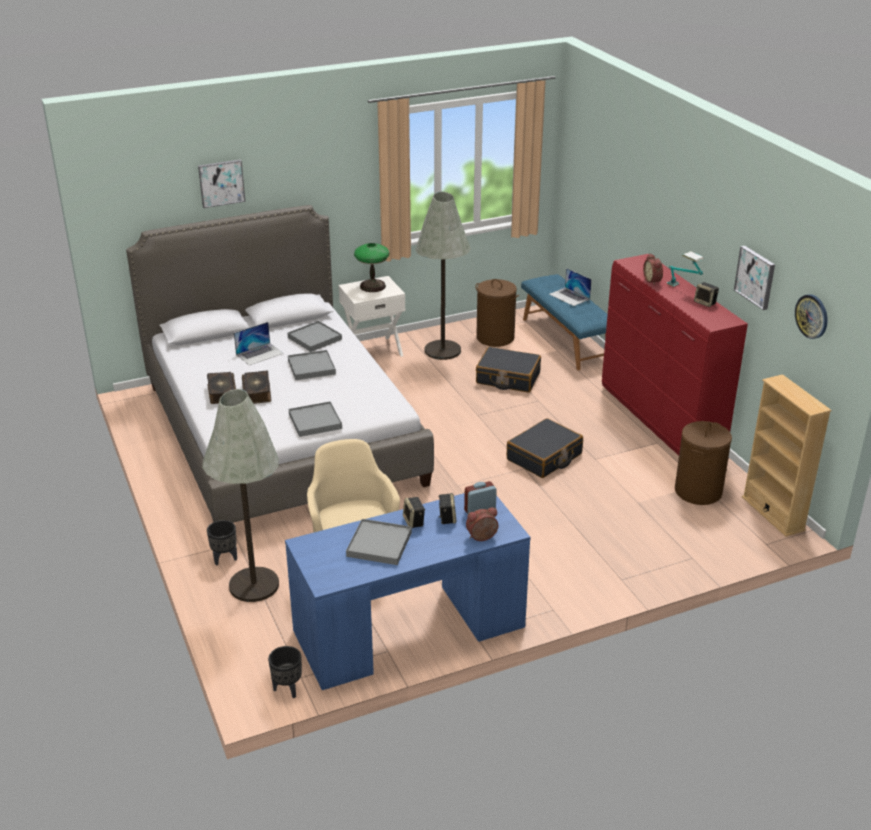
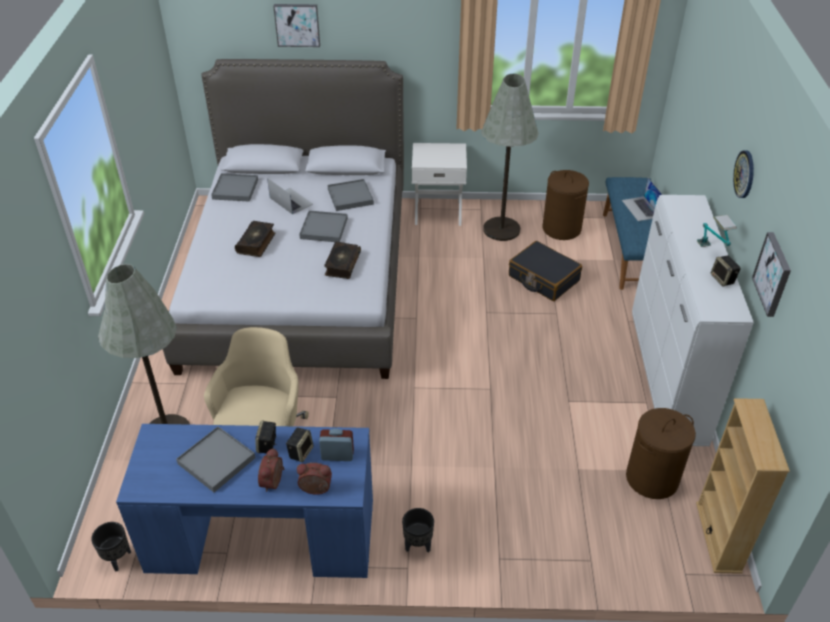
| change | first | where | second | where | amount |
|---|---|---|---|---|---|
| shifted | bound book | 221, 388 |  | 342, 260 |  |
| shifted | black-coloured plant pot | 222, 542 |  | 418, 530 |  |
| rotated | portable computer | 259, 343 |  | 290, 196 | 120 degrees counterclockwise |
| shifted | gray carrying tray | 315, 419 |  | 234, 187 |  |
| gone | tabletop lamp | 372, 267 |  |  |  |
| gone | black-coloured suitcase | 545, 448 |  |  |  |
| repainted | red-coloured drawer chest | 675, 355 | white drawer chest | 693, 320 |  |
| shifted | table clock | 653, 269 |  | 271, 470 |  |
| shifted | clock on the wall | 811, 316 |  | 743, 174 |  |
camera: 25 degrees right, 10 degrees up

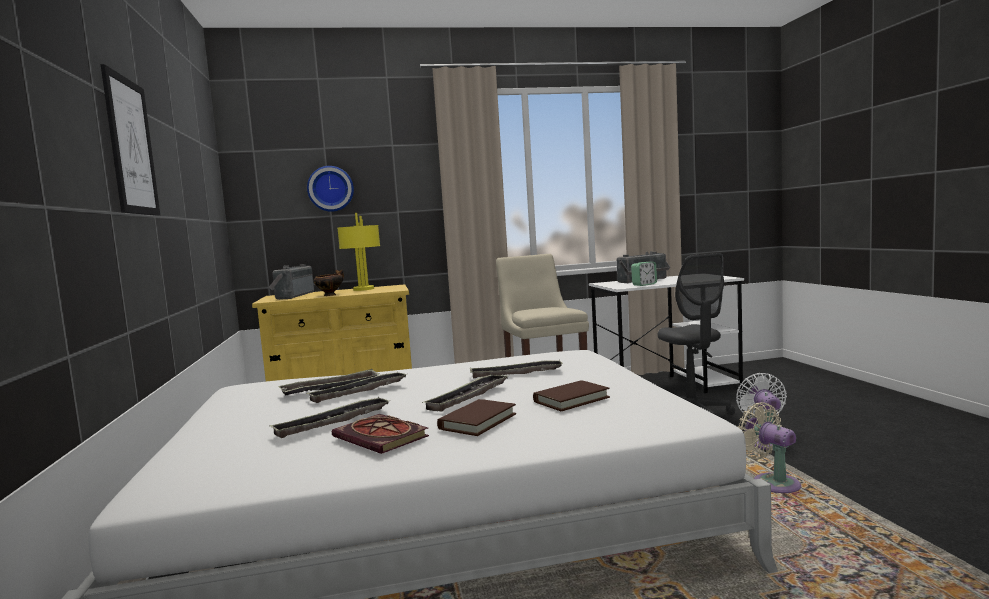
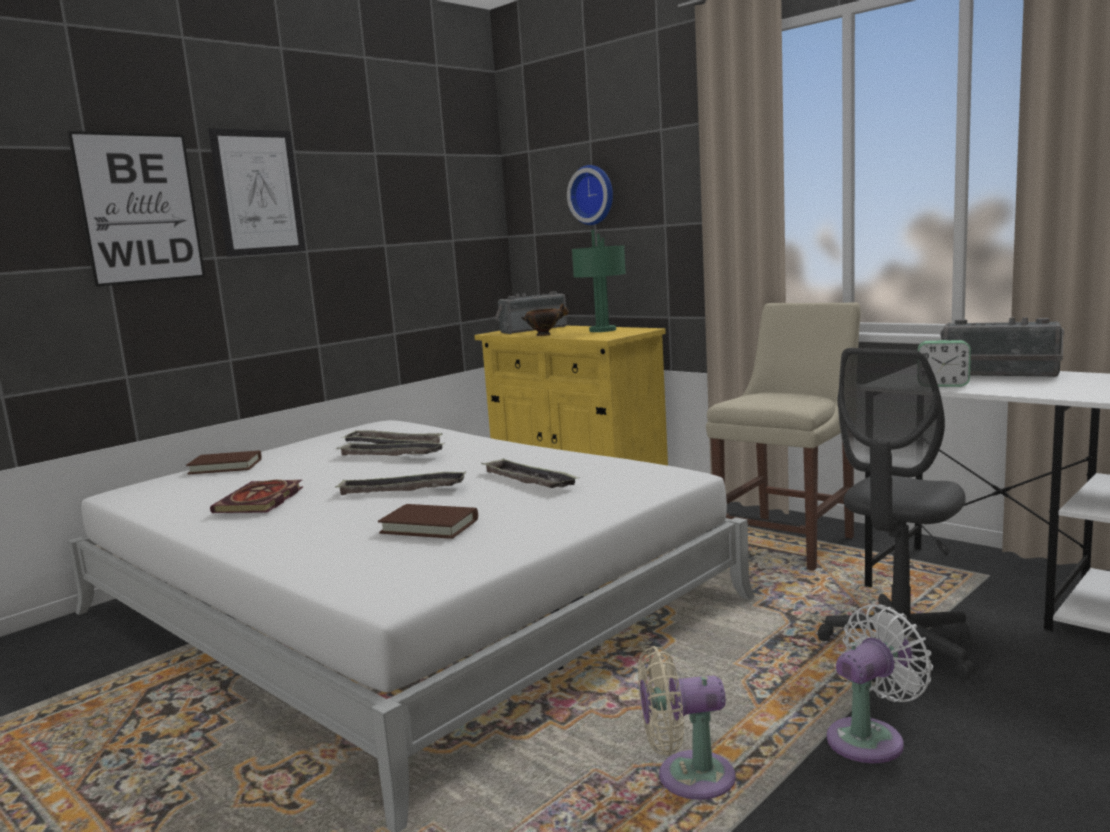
| change | first | where | second | where | amount |
|---|---|---|---|---|---|
| gone | carrying tray | 330, 417 |  |  |  |
| repainted | yellowish tabletop lamp | 359, 252 | green tabletop lamp | 599, 281 |  |
| shifted | brownish bound book | 476, 417 |  | 224, 462 |  |
| rotated | sand-coloured fan | 769, 447 |  | 687, 723 | 120 degrees counterclockwise |
| new |  |  | picture | 136, 209 |  |
camera: 55 degrees right, 5 degrees up

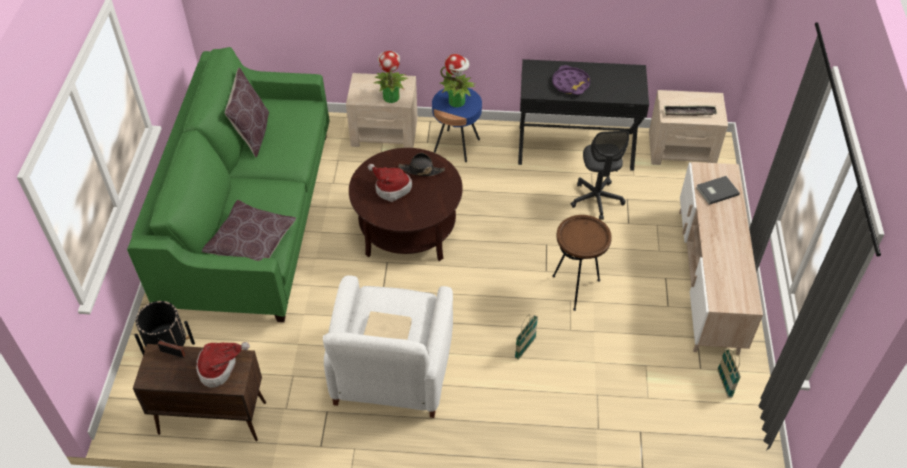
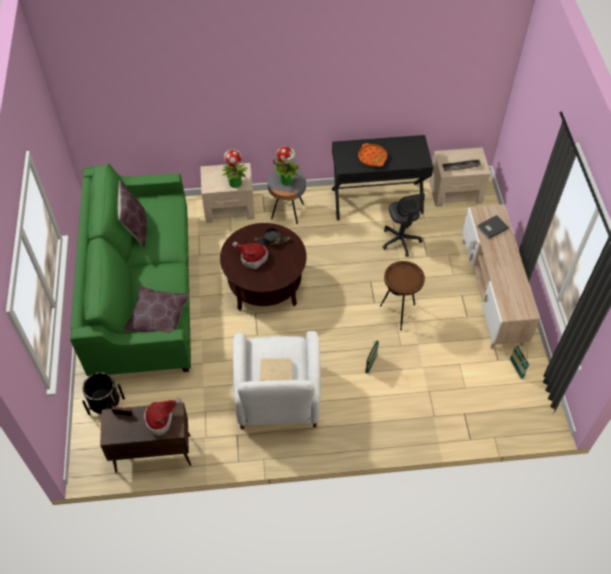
| change | first | where | second | where | amount |
|---|---|---|---|---|---|
| repainted | blue accent table | 457, 125 | gray accent table | 287, 196 |  |
| repainted | purple-coloured carrying tray | 571, 80 | orangey carrying tray | 372, 155 |  |
camera: 10 degrees left, 5 degrees up

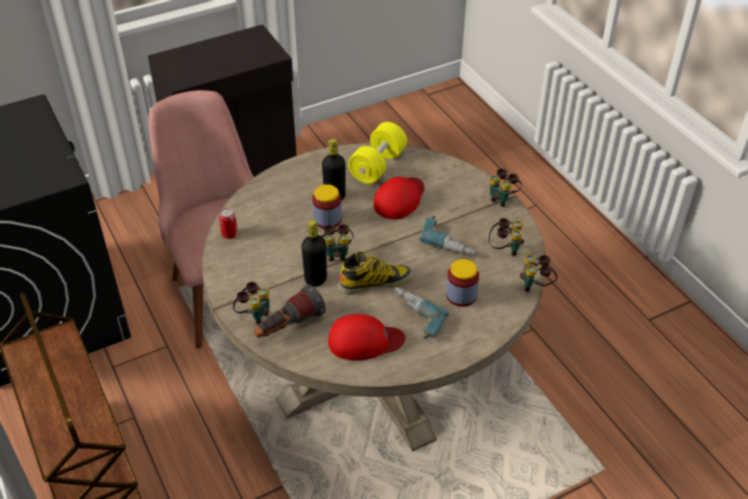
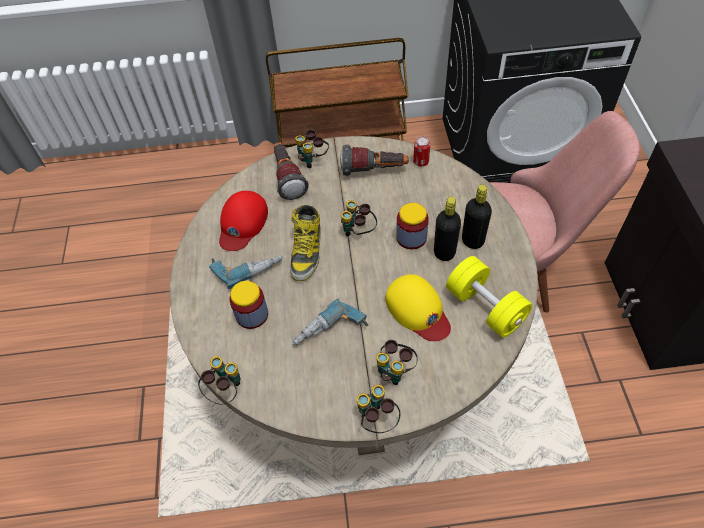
| change | first | where | second | where | amount |
|---|---|---|---|---|---|
| shifted | black-coloured drink bottle | 314, 253 |  | 477, 217 |  |
| repainted | red-coloured peaked cap | 399, 198 | yellowish peaked cap | 418, 307 |  |
| shifted | pair of binoculars | 506, 237 |  | 397, 362 |  |
| new |  |  | flashlight | 374, 160 |  |
camera: 115 degrees right, 10 degrees up

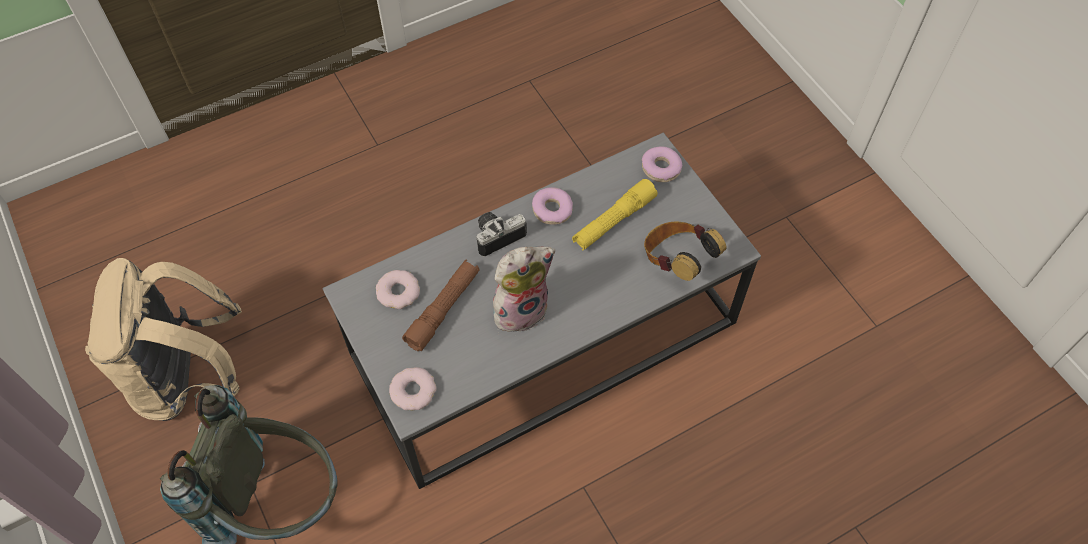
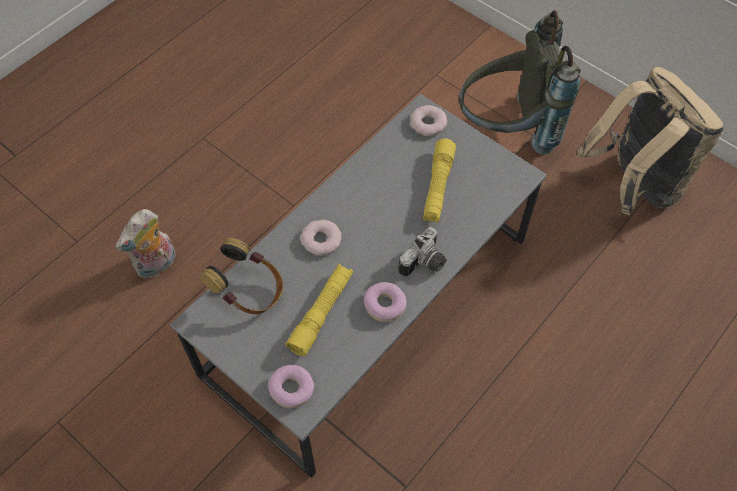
| change | first | where | second | where | amount |
|---|---|---|---|---|---|
| shifted | ring doughnut | 398, 289 |  | 321, 237 |  |
| repainted | brownish flashlight | 441, 305 | yellowish flashlight | 439, 180 |  |
| shifted | soft toy | 524, 289 |  | 145, 244 |  |
camera: 160 degrees right, 0 degrees up

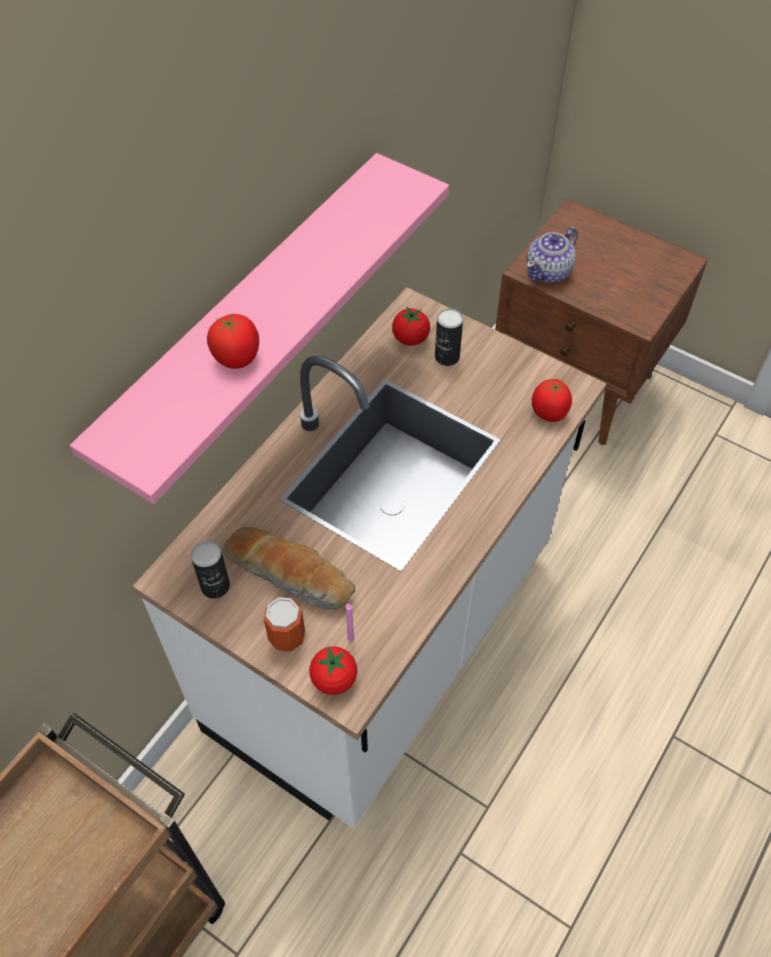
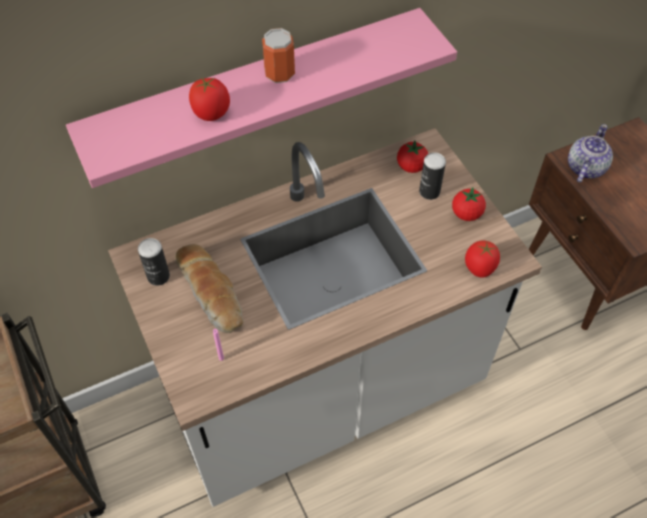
| change | first | where | second | where | amount |
|---|---|---|---|---|---|
| shifted | can | 284, 624 |  | 278, 55 |  |
| shifted | fresh tomato | 333, 670 |  | 469, 204 |  |
| rotated | tea pot | 552, 255 |  | 590, 153 | 135 degrees clockwise |
camera: 30 degrees right, 0 degrees up

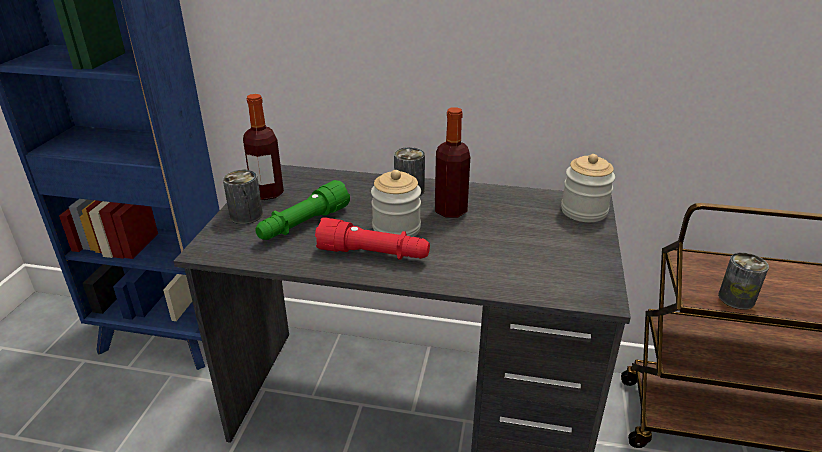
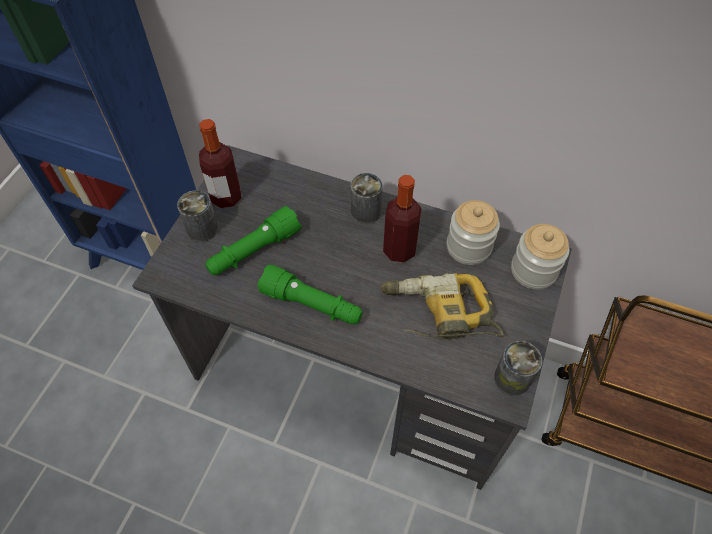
| change | first | where | second | where | amount |
|---|---|---|---|---|---|
| repainted | red-coloured flashlight | 372, 239 | green flashlight | 310, 294 |  |
| shifted | storage jar | 396, 203 |  | 473, 232 |  |
| shifted | can | 743, 281 |  | 518, 368 |  |
| new |  |  | drill | 442, 306 |  |
camera: 10 degrees right, 25 degrees up

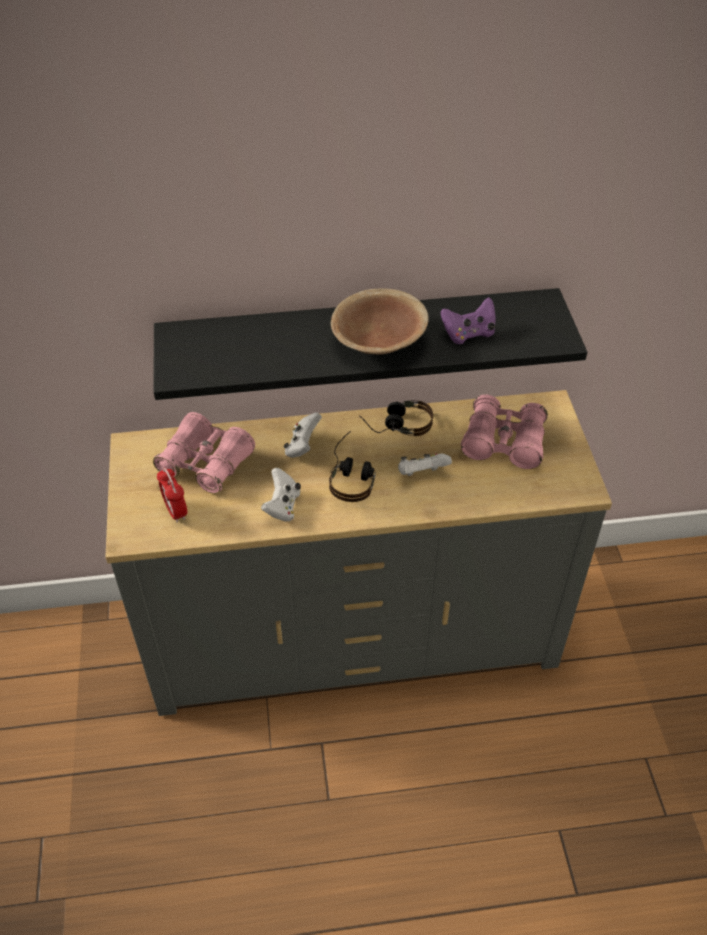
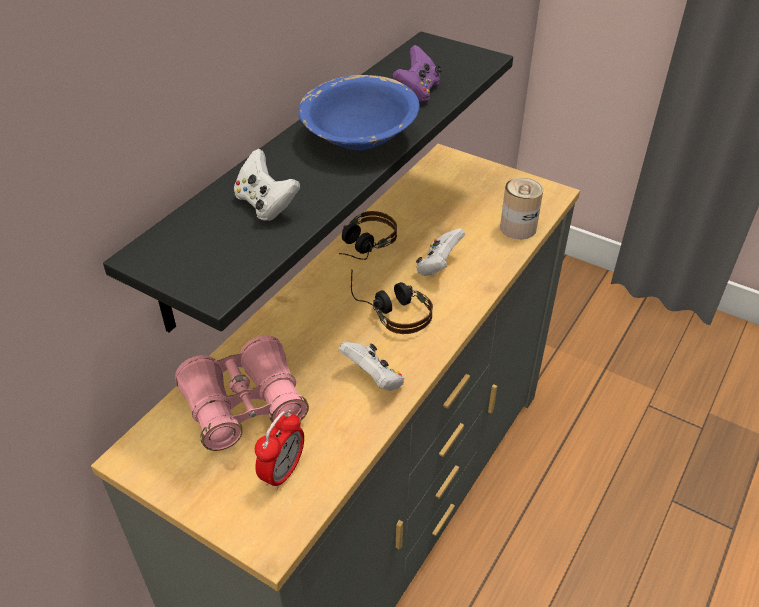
| change | first | where | second | where | amount |
|---|---|---|---|---|---|
| rotated | table clock | 172, 495 |  | 279, 450 | 75 degrees counterclockwise |
| shifted | white game controller | 302, 435 |  | 267, 185 |  |
| repainted | brownish serving bowl | 380, 321 | blue serving bowl | 359, 112 |  |
| gone | pink-coloured pair of binoculars | 504, 432 |  |  |  |
| new |  |  | can | 521, 208 |  |
camera: 50 degrees left, 5 degrees down

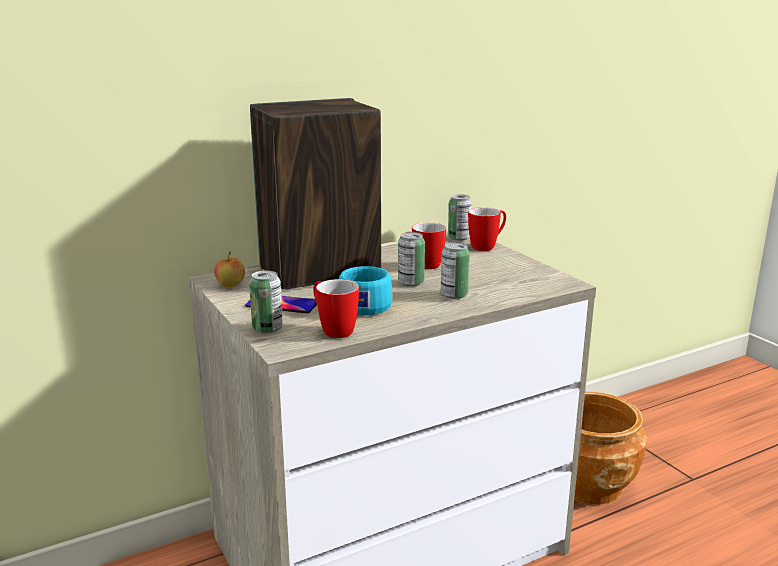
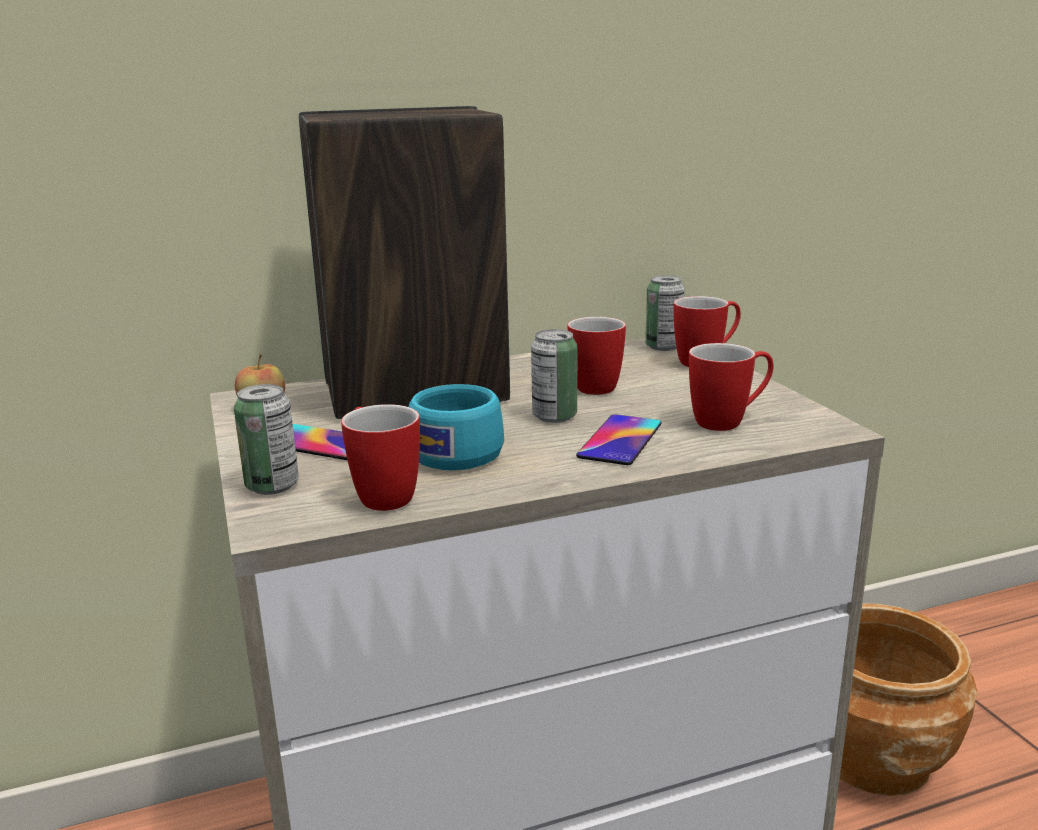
| change | first | where | second | where | amount |
|---|---|---|---|---|---|
| swapped | can | 455, 270 | telephone | 619, 439 |  |
| new |  |  | mug | 731, 387 |  |
camera: 10 degrees right, 0 degrees up

